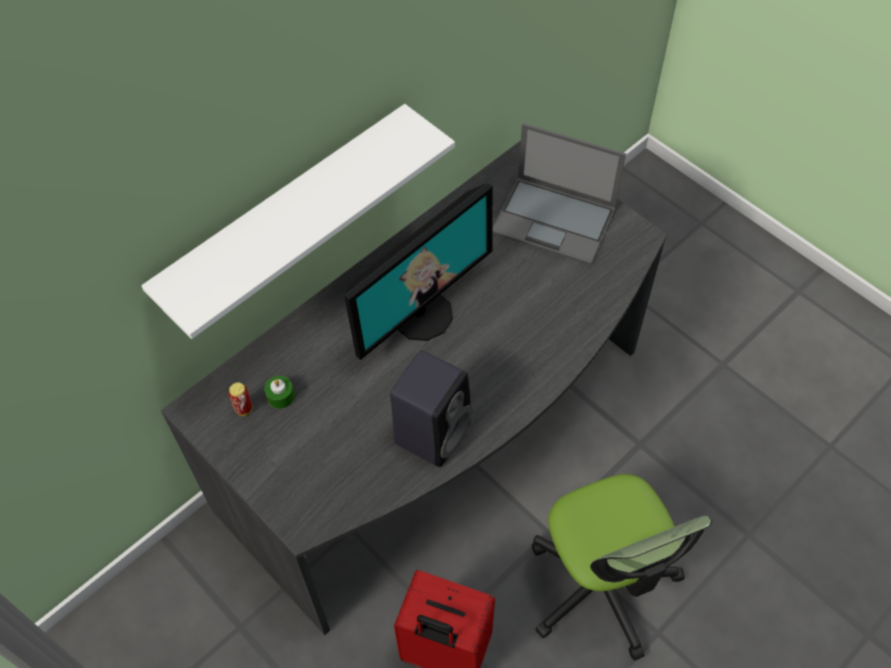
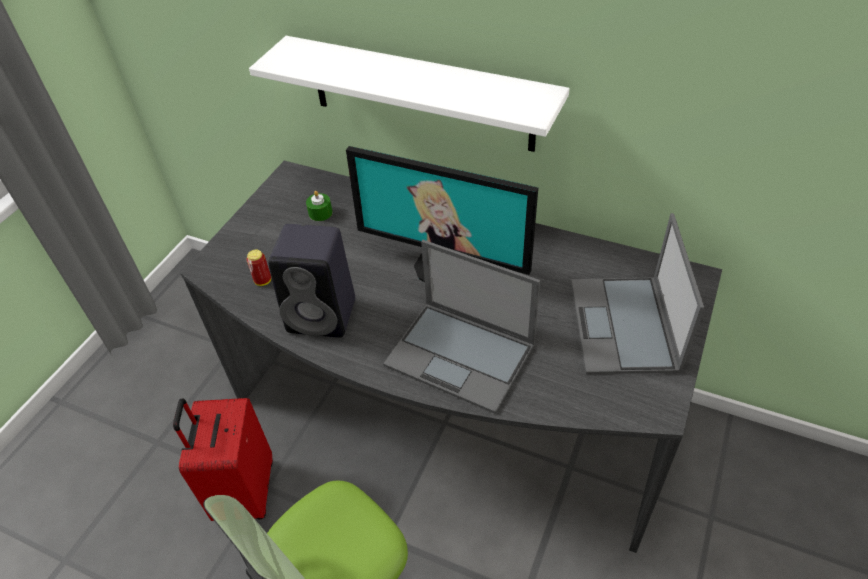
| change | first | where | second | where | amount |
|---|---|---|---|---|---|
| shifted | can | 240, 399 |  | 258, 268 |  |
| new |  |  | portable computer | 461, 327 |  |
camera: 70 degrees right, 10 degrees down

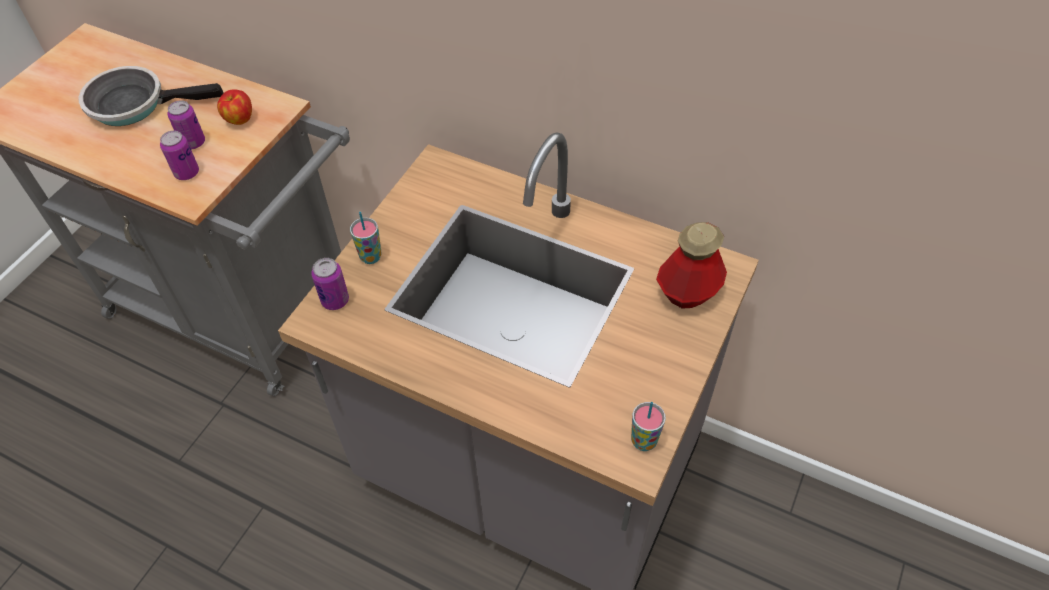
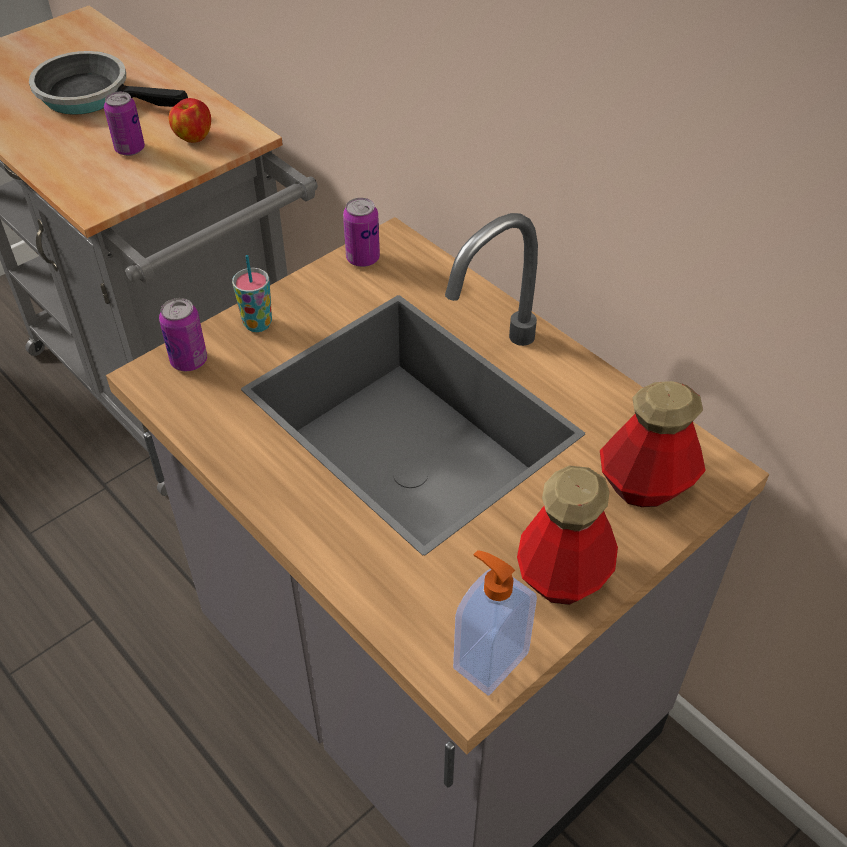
| change | first | where | second | where | amount |
|---|---|---|---|---|---|
| shifted | can | 179, 155 |  | 361, 232 |  |
| swapped | small cup | 648, 426 | soap bottle | 495, 623 |  |
| new |  |  | drink bottle | 567, 535 |  |
camera: 20 degrees right, 5 degrees down

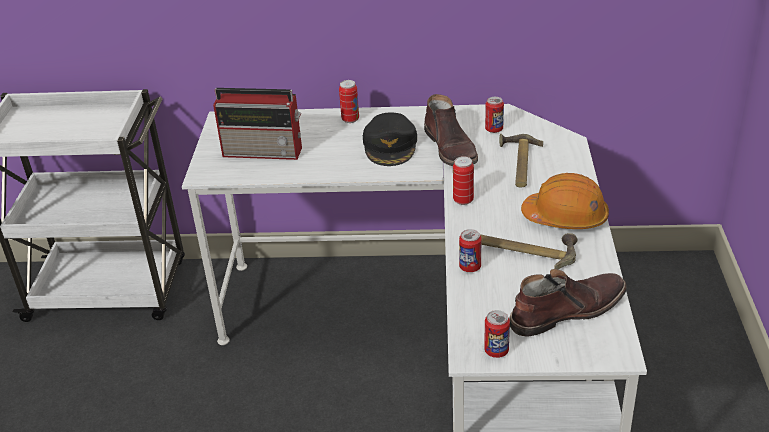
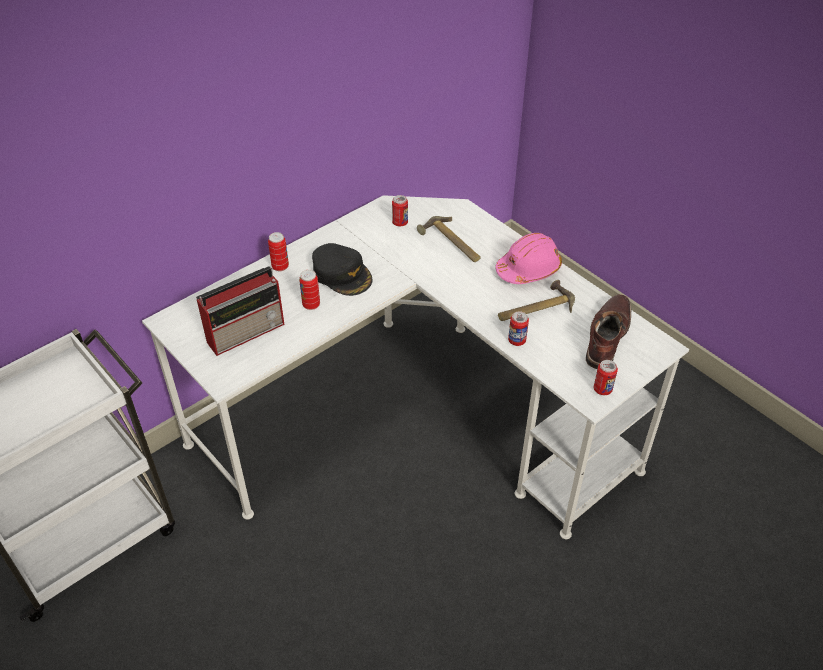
| change | first | where | second | where | amount |
|---|---|---|---|---|---|
| gone | brownish high-top boot | 451, 130 |  |  |  |
| shifted | can | 463, 180 |  | 309, 290 |  |
| repainted | orangey work helmet | 565, 201 | pink-coloured work helmet | 528, 258 |  |
camera: 45 degrees left, 10 degrees up

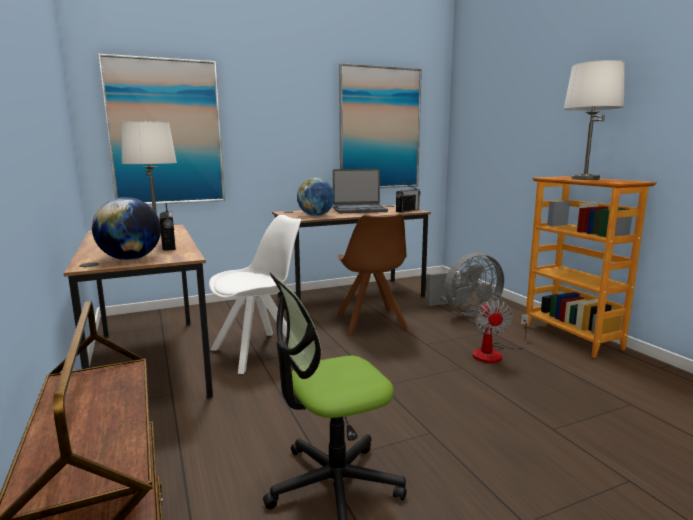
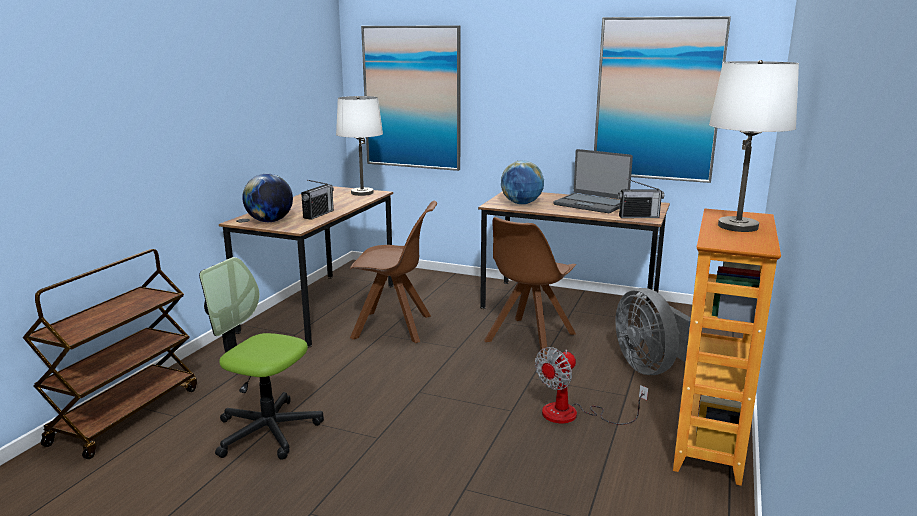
| change | first | where | second | where | amount |
|---|---|---|---|---|---|
| repainted | white plain chair | 255, 294 | brownish plain chair | 393, 272 |  |
| rotated | gray fan | 465, 285 |  | 653, 331 | 45 degrees clockwise |
camera: 45 degrees right, 5 degrees up

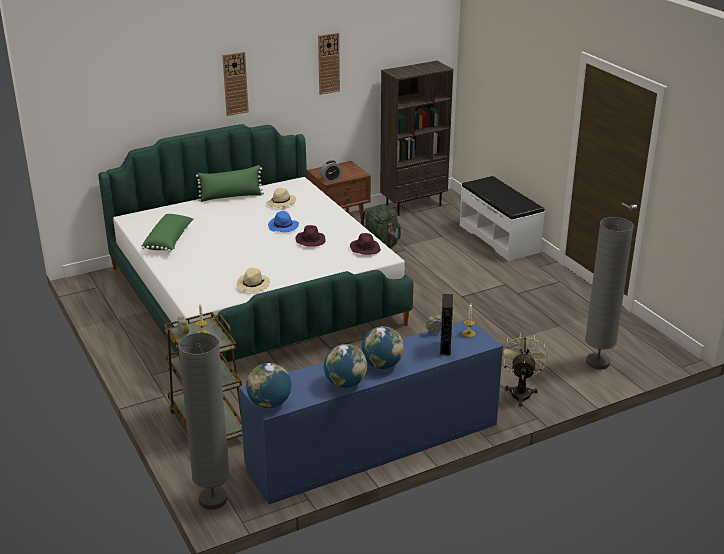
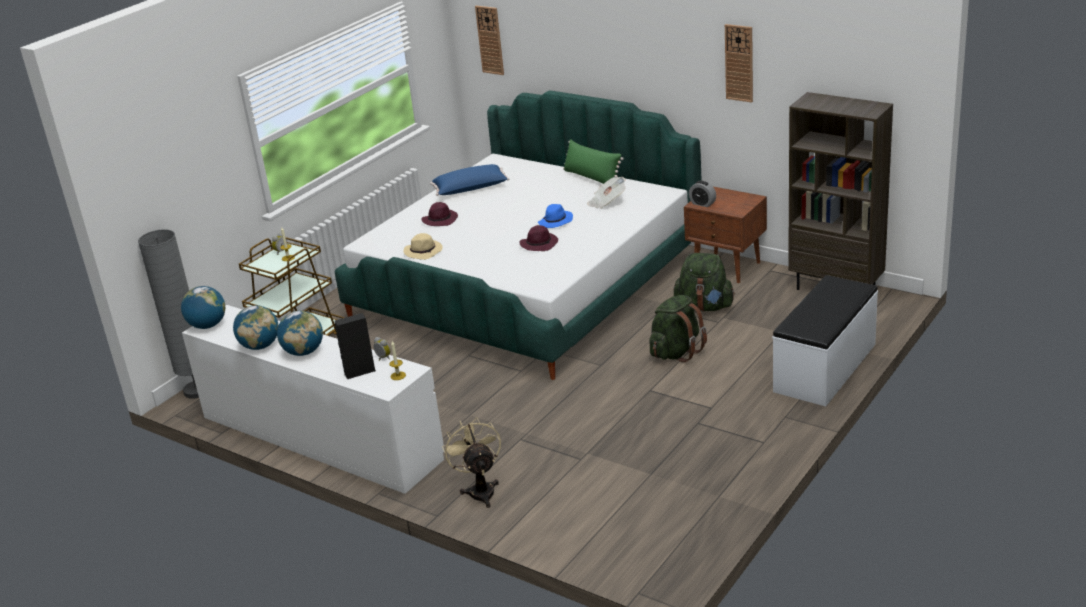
| change | first | where | second | where | amount |
|---|---|---|---|---|---|
| repainted | green pillow | 168, 233 | blue pillow | 470, 180 |  |
| shifted | clock on the wall | 235, 84 |  | 489, 40 |  |
| repainted | blue drawer chest | 371, 411 | white drawer chest | 313, 399 |  |
| swapped | sand-coloured hat | 281, 198 | daily paper | 606, 193 |  |
| shifted | purple-coloured hat | 365, 244 |  | 439, 214 |  |
| rotated | sand-coloured fan | 525, 370 |  | 471, 462 | 90 degrees counterclockwise |
| gone | gray floor lamp | 609, 293 |  |  |  |
| new |  |  | green rucksack | 678, 328 |  |
camera: 65 degrees right, 0 degrees up

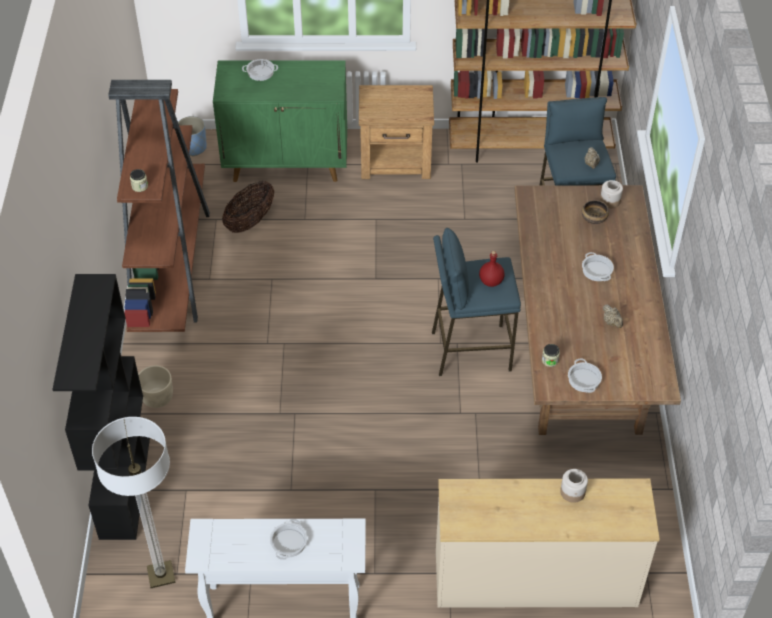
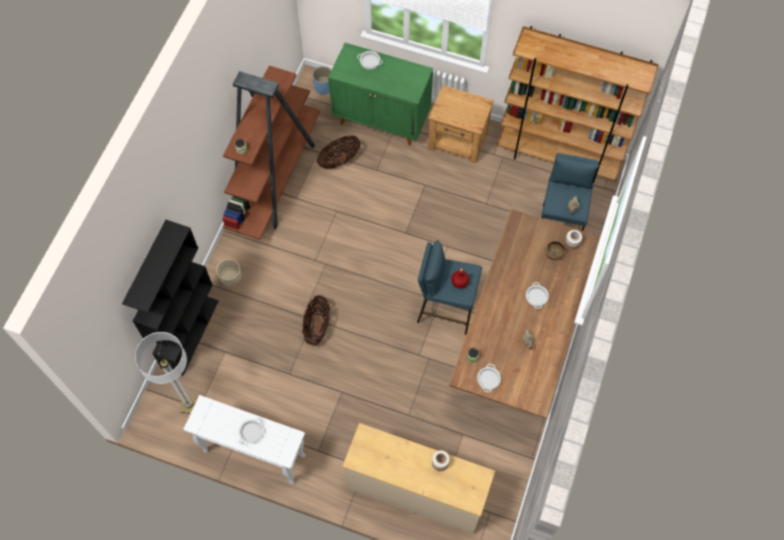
| change | first | where | second | where | amount |
|---|---|---|---|---|---|
| new |  |  | storage basket | 316, 320 |  |
camera: 20 degrees right, 15 degrees up

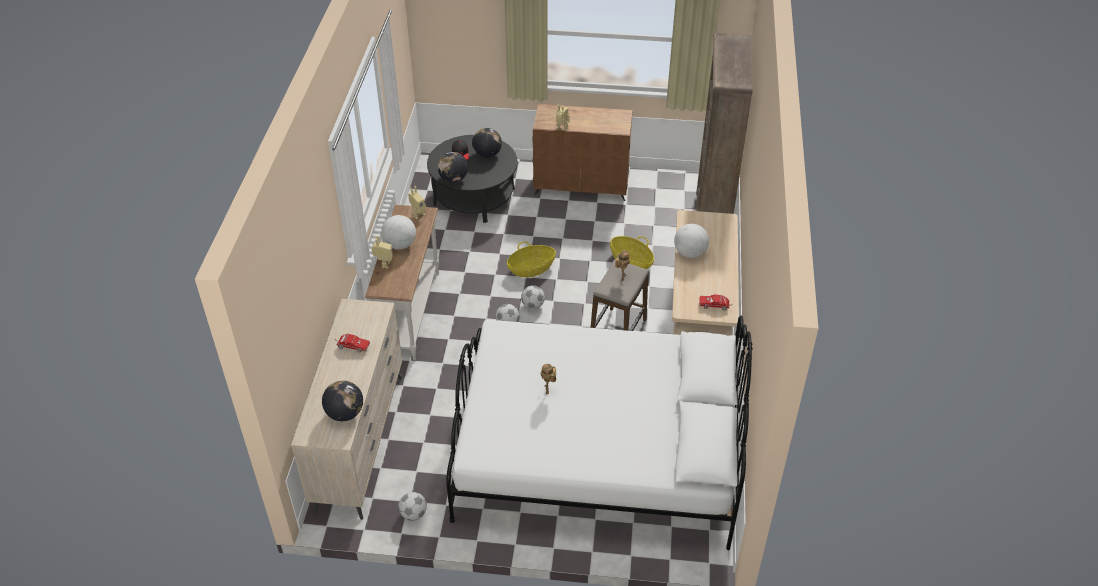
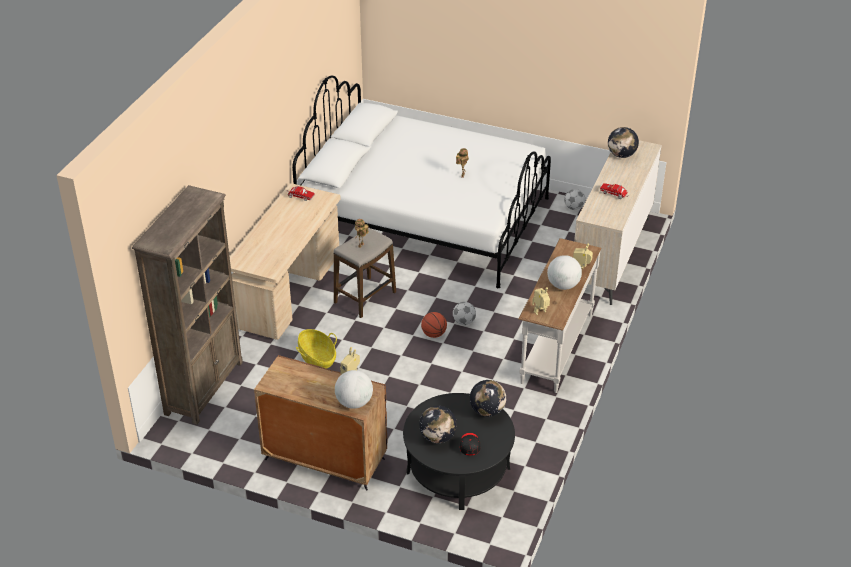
| change | first | where | second | where | amount |
|---|---|---|---|---|---|
| gone | storage basket | 531, 260 |  |  |  |
| swapped | football | 533, 297 | basketball | 434, 325 |  |
| shifted | desk globe | 691, 241 |  | 354, 389 |  |
camera: 165 degrees left, 5 degrees down

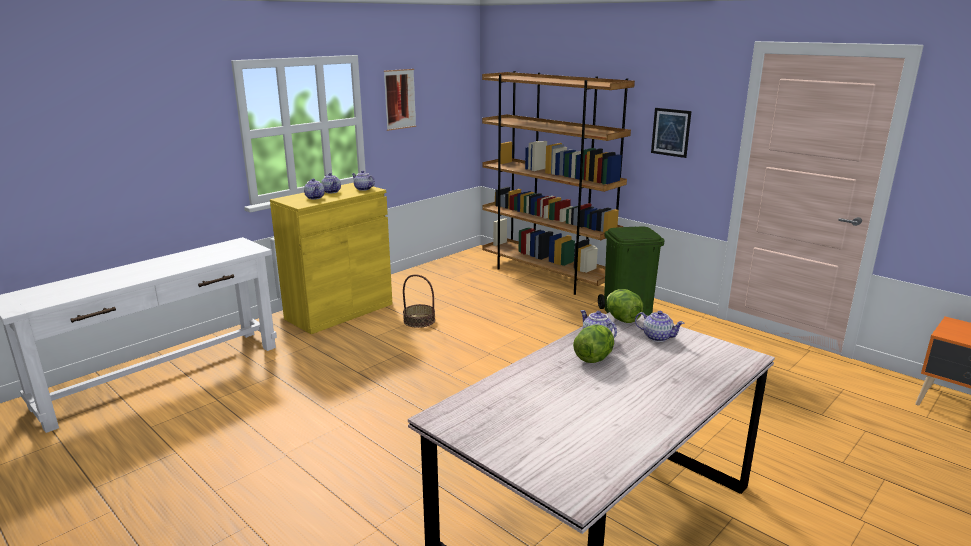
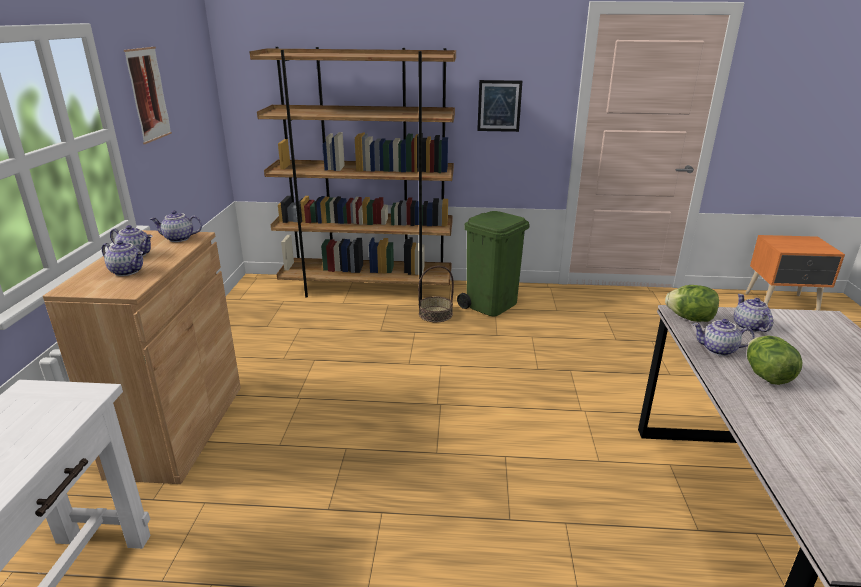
| change | first | where | second | where | amount |
|---|---|---|---|---|---|
| repainted | yellowish storage cabinet | 331, 258 | brownish storage cabinet | 142, 357 |  |
| shifted | storage basket | 419, 301 |  | 436, 294 |  |
| rotated | tea pot | 659, 326 |  | 753, 313 | 90 degrees counterclockwise |
camera: 40 degrees left, 5 degrees up

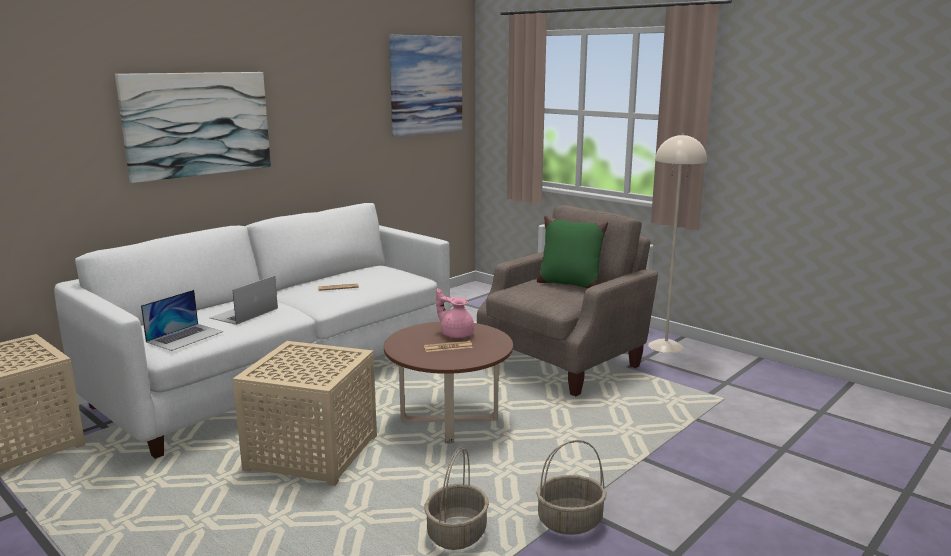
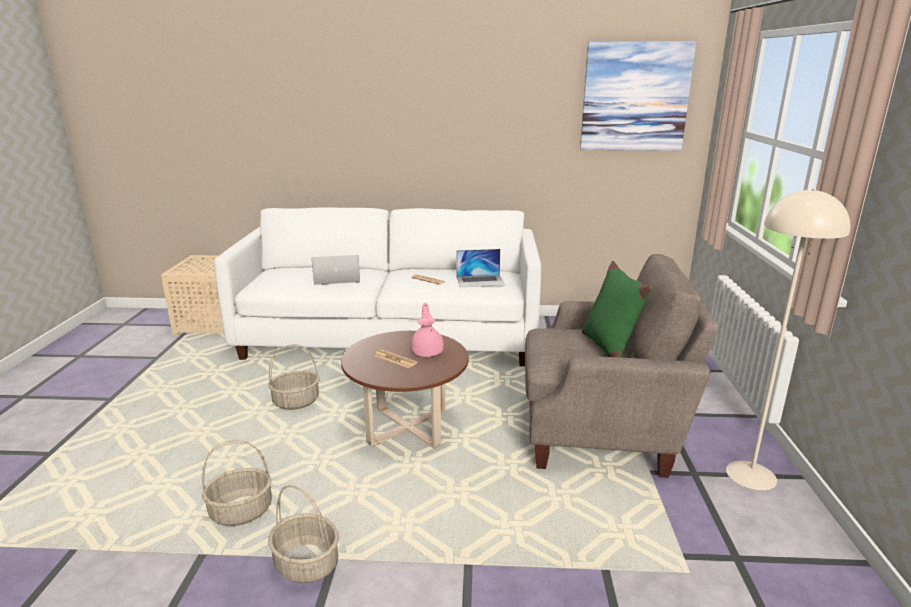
| change | first | where | second | where | amount |
|---|---|---|---|---|---|
| gone | picture | 193, 127 |  |  |  |
| shifted | portable computer | 182, 320 |  | 480, 268 |  |
| swapped | sand-coloured accent table | 305, 413 | storage basket | 294, 377 |  |
camera: 50 degrees right, 5 degrees up

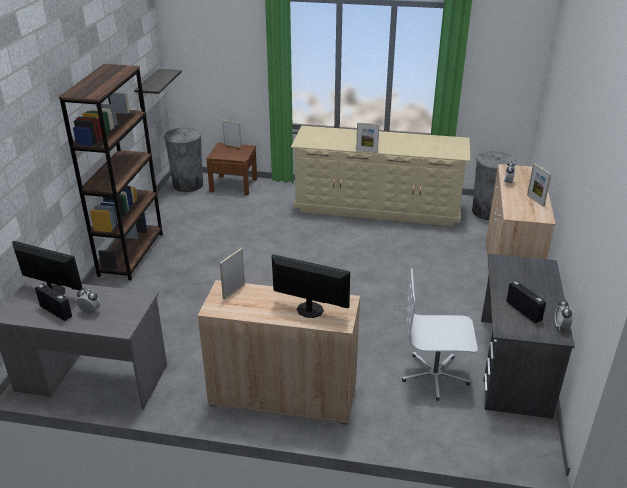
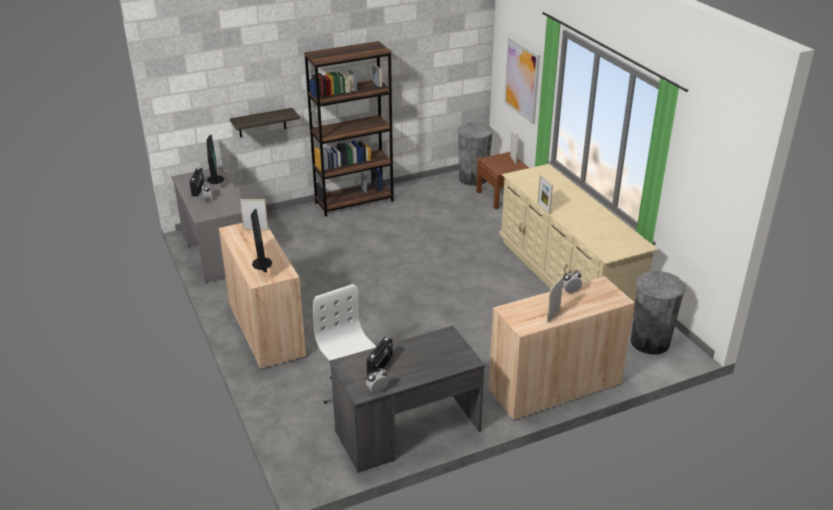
| change | first | where | second | where | amount |
|---|---|---|---|---|---|
| shifted | bracket shelf | 158, 88 |  | 265, 122 |  |
| new |  |  | picture | 522, 80 |  |
camera: 55 degrees right, 0 degrees up

